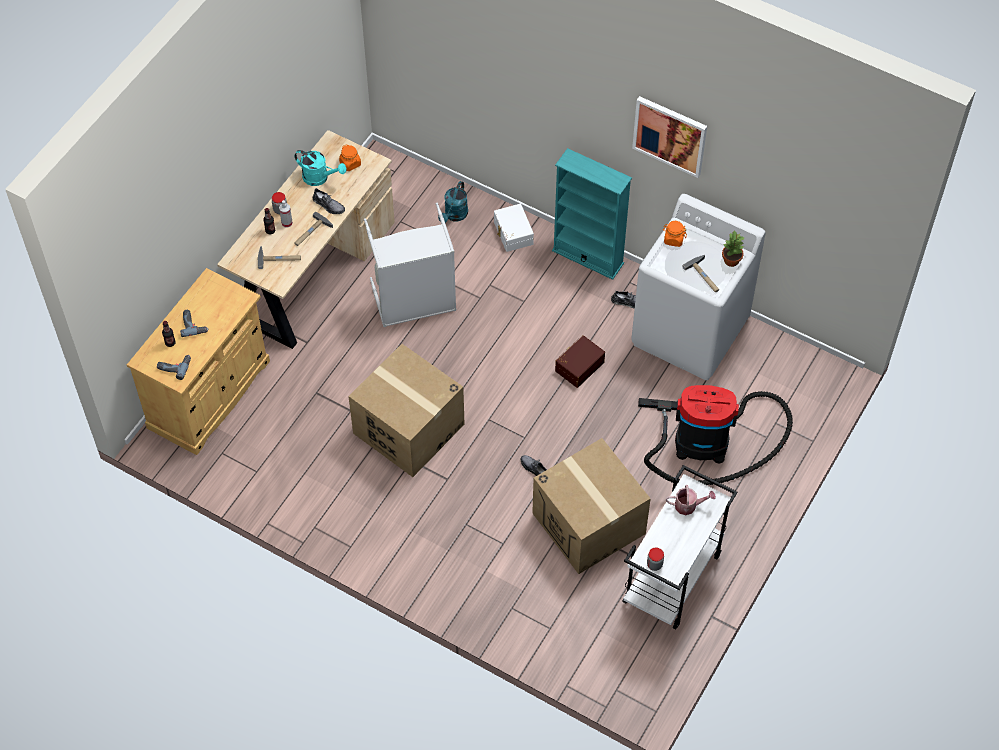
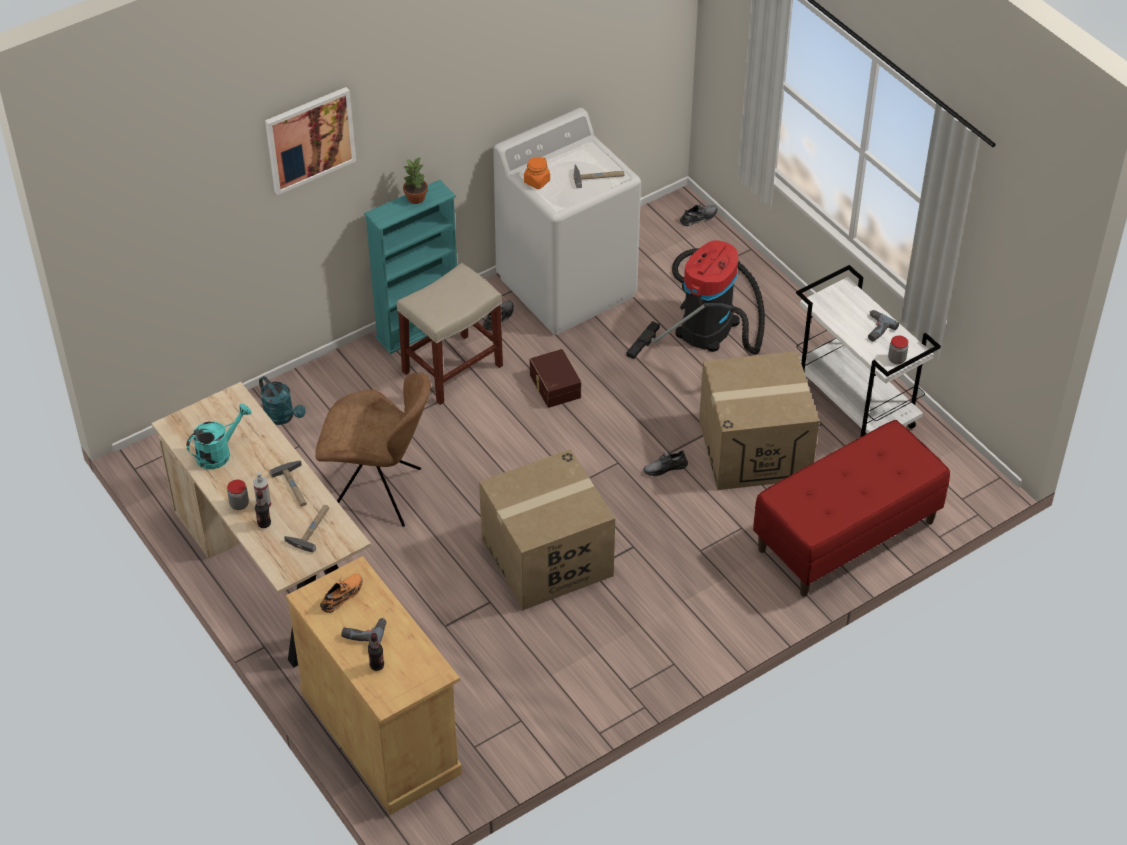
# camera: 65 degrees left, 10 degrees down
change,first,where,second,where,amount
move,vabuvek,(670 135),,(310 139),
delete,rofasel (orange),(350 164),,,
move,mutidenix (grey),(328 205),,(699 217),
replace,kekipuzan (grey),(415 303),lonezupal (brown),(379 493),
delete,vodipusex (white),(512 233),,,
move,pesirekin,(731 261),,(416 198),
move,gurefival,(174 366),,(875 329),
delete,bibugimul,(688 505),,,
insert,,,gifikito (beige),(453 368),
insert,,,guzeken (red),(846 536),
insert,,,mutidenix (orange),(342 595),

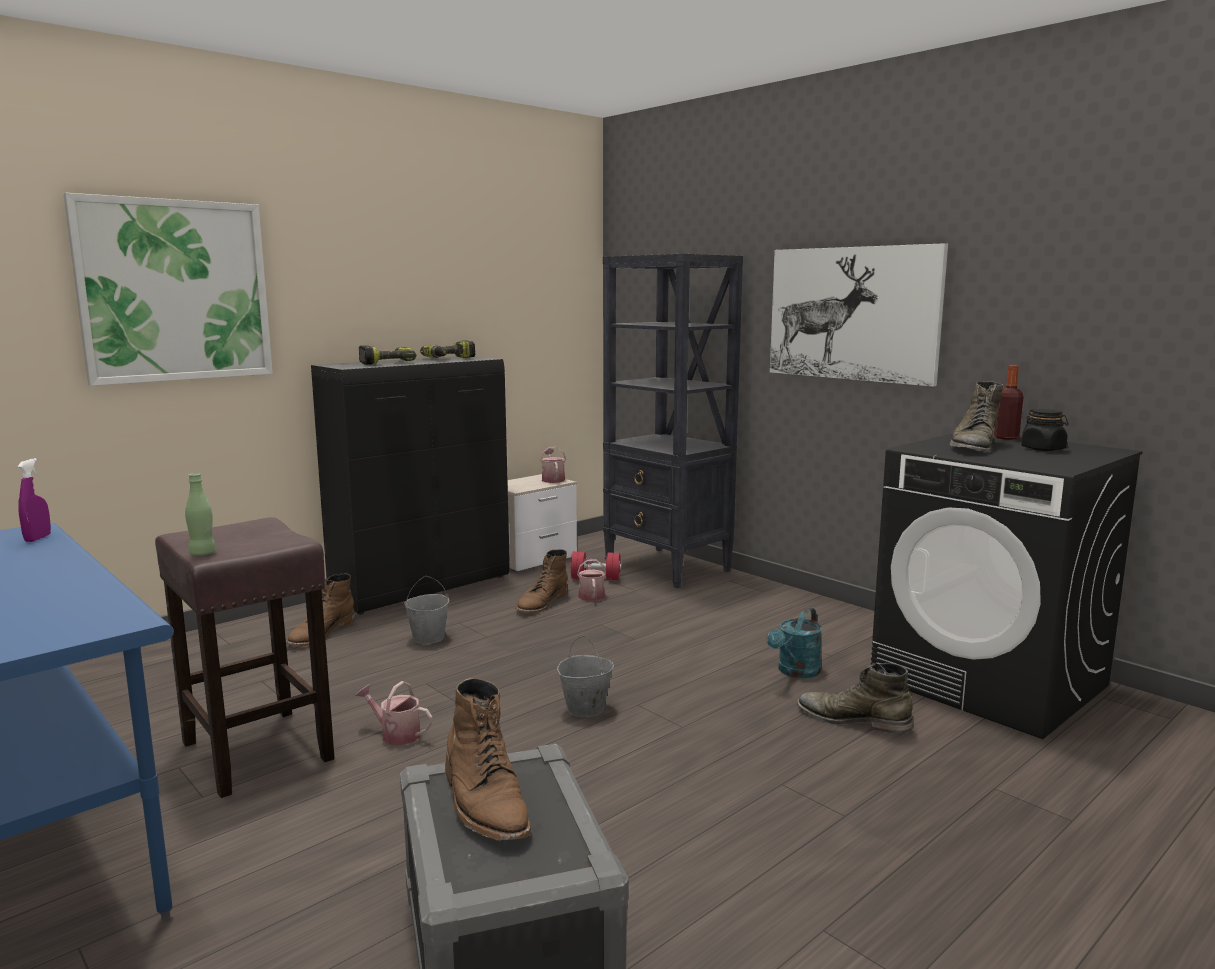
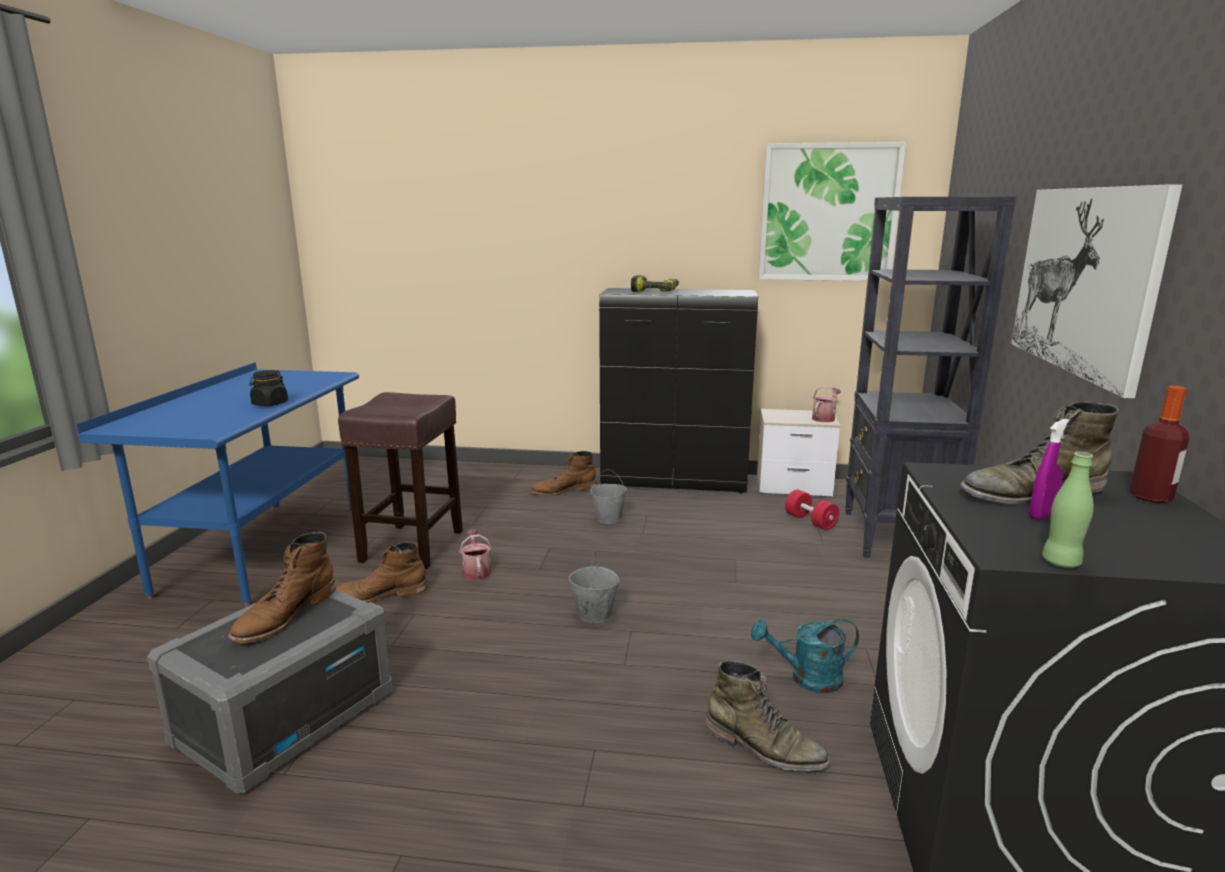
# camera: 50 degrees right, 5 degrees up
change,first,where,second,where,amount
move,vabuvek,(175 291),,(828 213),
delete,gurefival,(450 359),,,
move,rofasel (black),(1043 449),,(270 404),
move,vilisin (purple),(38 538),,(1041 515),
move,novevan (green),(202 553),,(1061 562),
move,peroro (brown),(541 603),,(381 594),
delete,bibugimul,(591 595),,,
rotate,peroro (green),(853 719),,(764 747),135 degrees clockwise

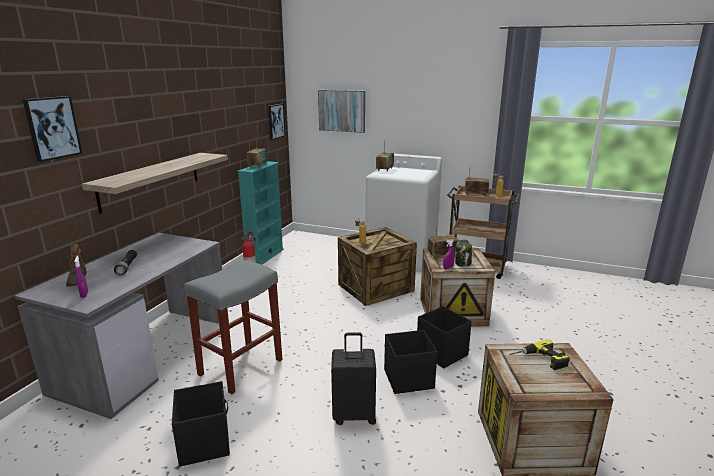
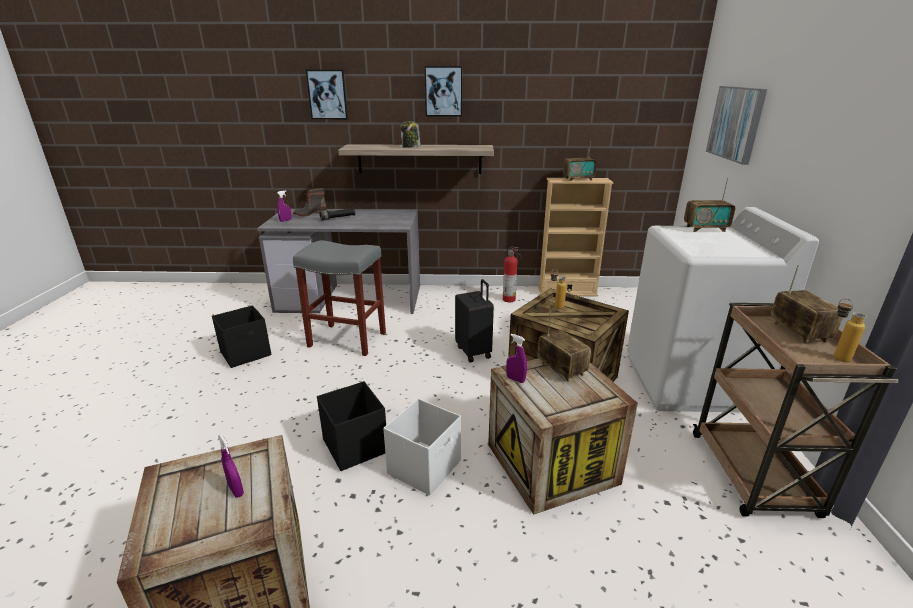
# camera: 70 degrees right, 5 degrees up
change,first,where,second,where,amount
move,vabuvek,(275 121),,(443 91),
recolor,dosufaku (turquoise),(265 256),dosufaku (beige),(567 292),
move,rofasel,(463 263),,(410 147),
recolor,vodipusex (black),(441 353),vodipusex (white),(425 467),
move,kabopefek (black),(354 414),,(474 352),
replace,gurefival,(539 360),vilisin (purple),(236 490),

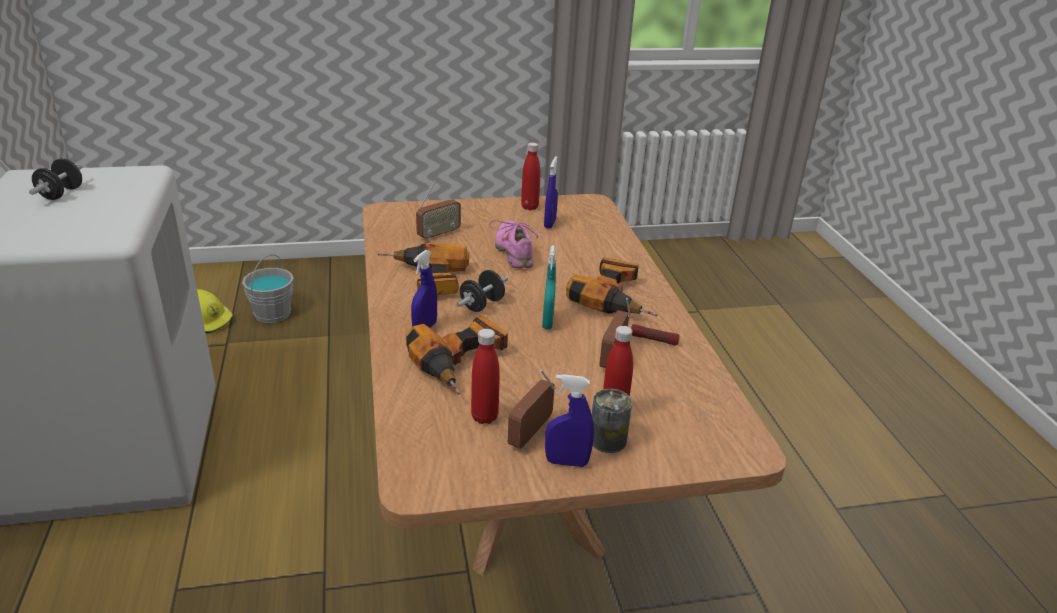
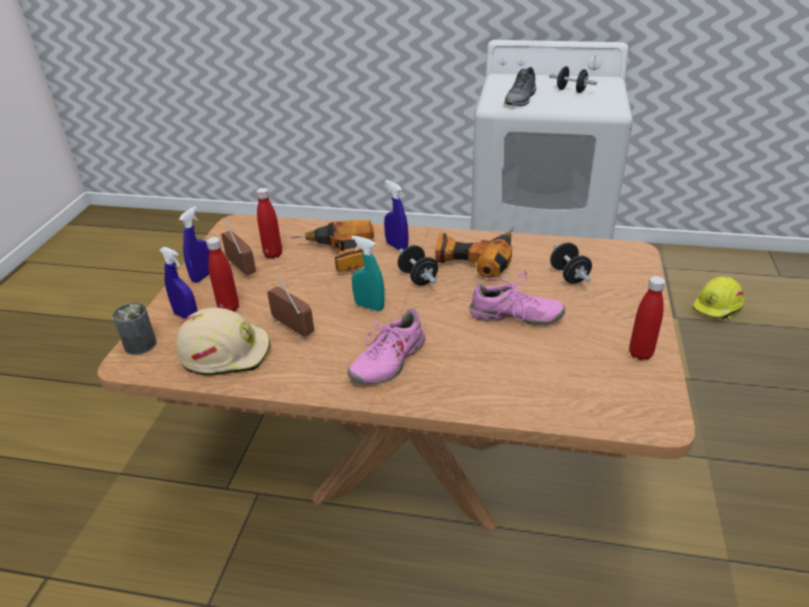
# camera: 115 degrees right, 5 degrees up
change,first,where,second,where,amount
move,vilisin (blue),(550 224),,(186 316),
replace,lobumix,(438 235),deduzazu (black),(569 275),
delete,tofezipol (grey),(273 314),,,
replace,gurefival,(615 298),mutidenix (pink),(388 360),
delete,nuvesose,(654 340),,,
move,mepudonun,(607 440),,(140 344),
insert,,,mutidenix (grey),(521 99),
insert,,,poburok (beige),(225 352),

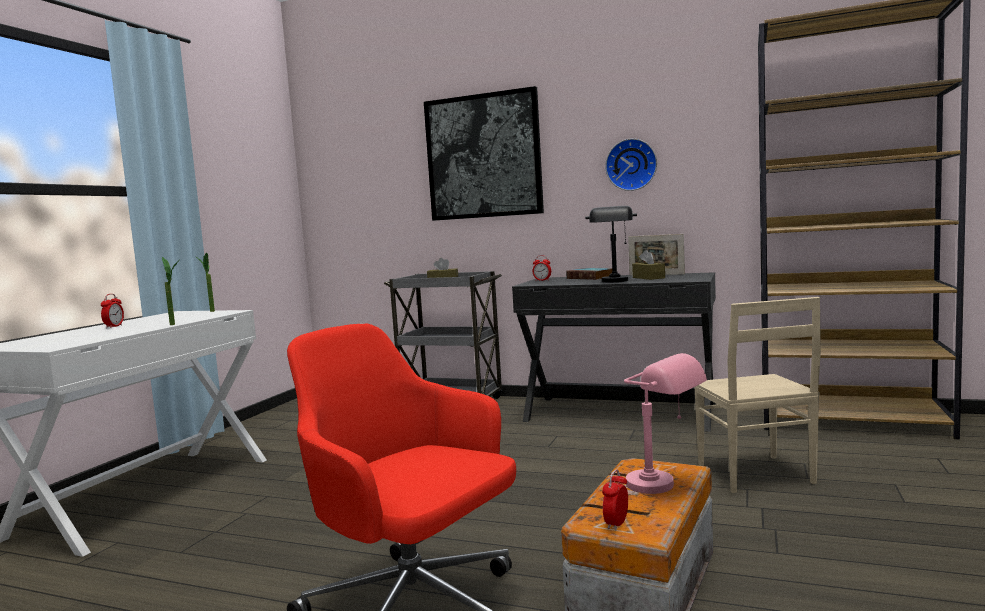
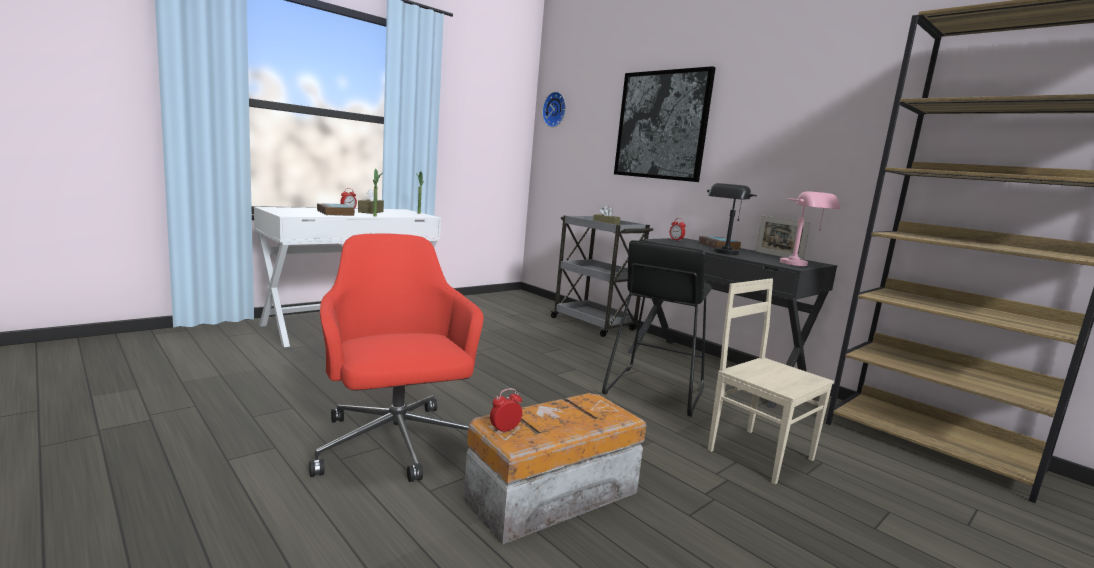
# camera: 25 degrees right, 5 degrees up
change,first,where,second,where,amount
move,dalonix,(631 165),,(556 110),
move,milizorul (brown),(648 278),,(370 212),
rotate,lonezupal (beige),(754 474),,(759 453),120 degrees clockwise
move,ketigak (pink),(665 487),,(801 265),
insert,,,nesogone,(336 213),
insert,,,gifikito (black),(654 390),

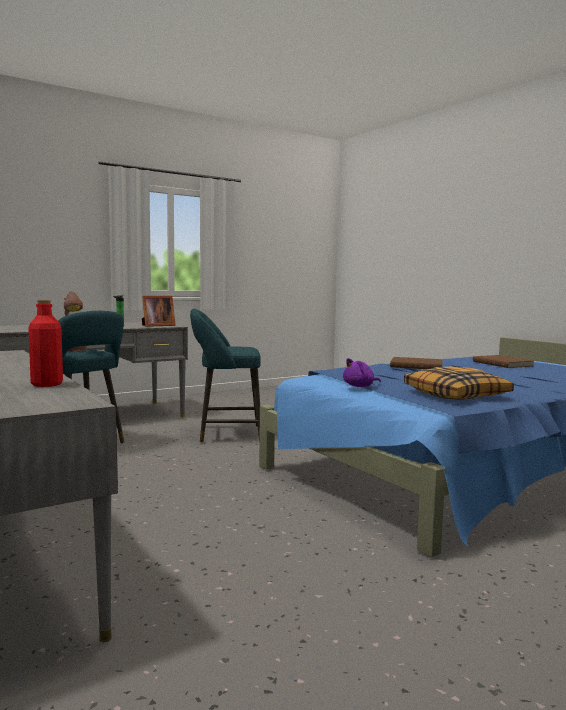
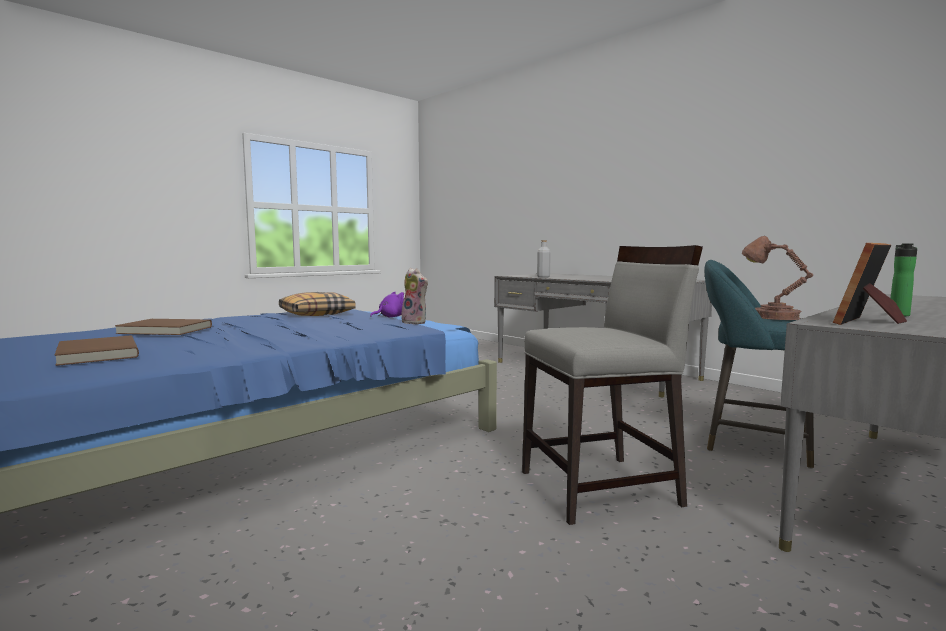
# camera: 170 degrees right, 0 degrees up
change,first,where,second,where,amount
recolor,novevan (red),(47 384),novevan (grey),(543 277),
replace,gifikito (turquoise),(226 434),lonezupal (grey),(601 488),
move,nesogone (brown),(416 366),,(164 330),
insert,,,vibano,(416 322),

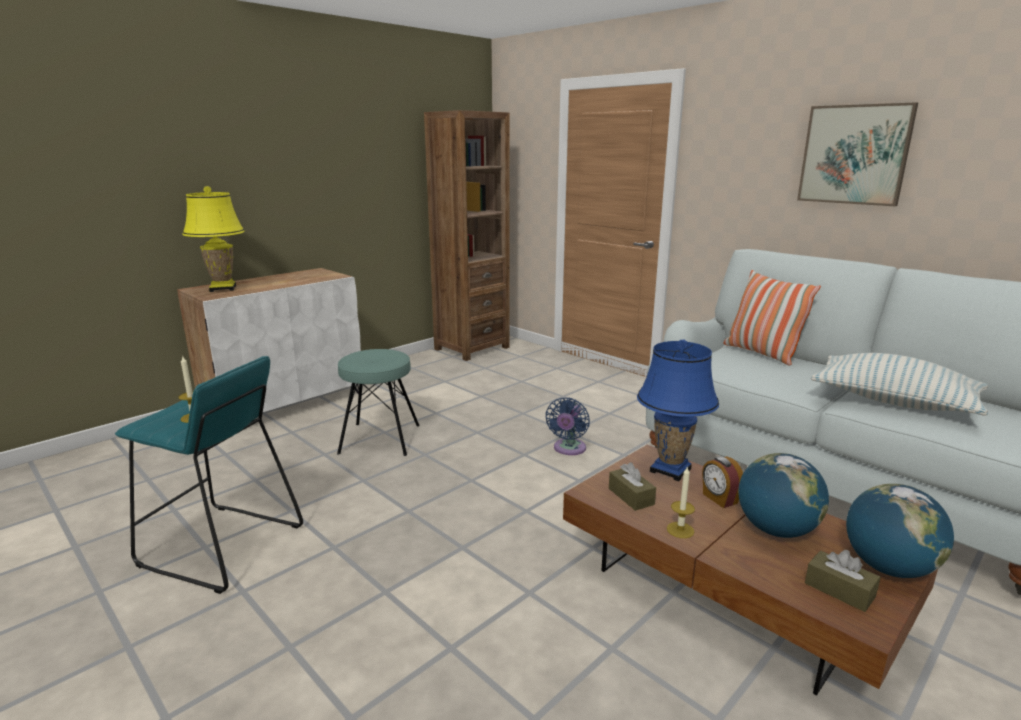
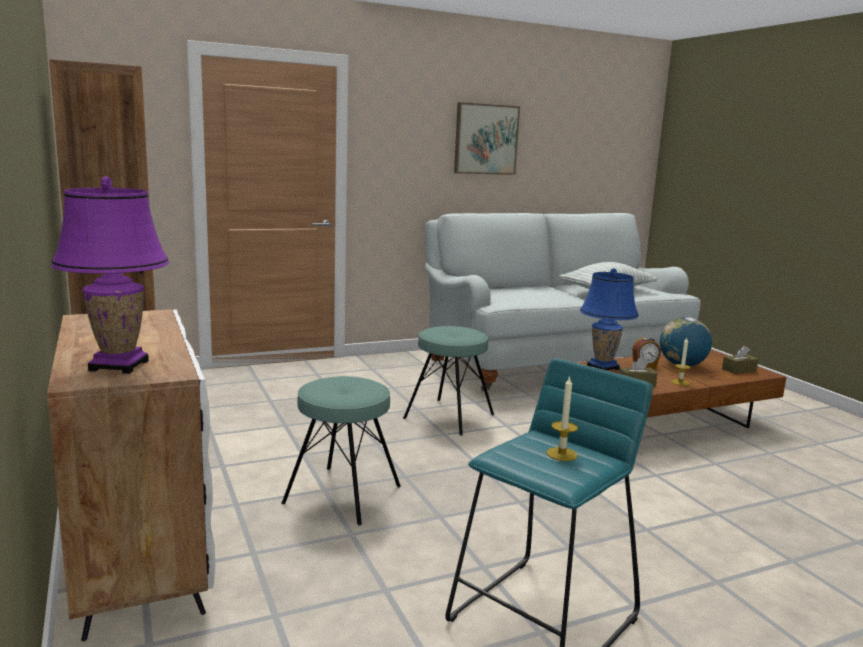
# camera: 70 degrees left, 5 degrees down
change,first,where,second,where,amount
recolor,ketigak (yellow),(223 288),ketigak (purple),(119 365),
delete,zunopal,(761 353),,,
replace,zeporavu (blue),(568 449),gifikito (turquoise),(449 416),
delete,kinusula,(888 567),,,

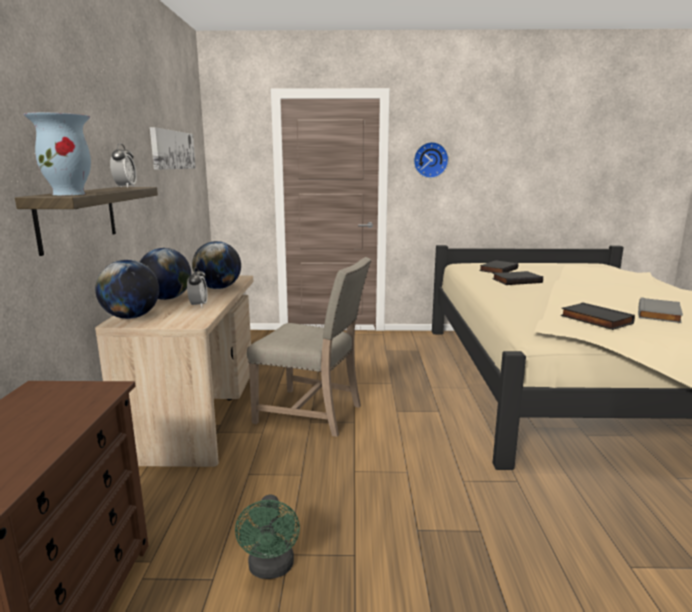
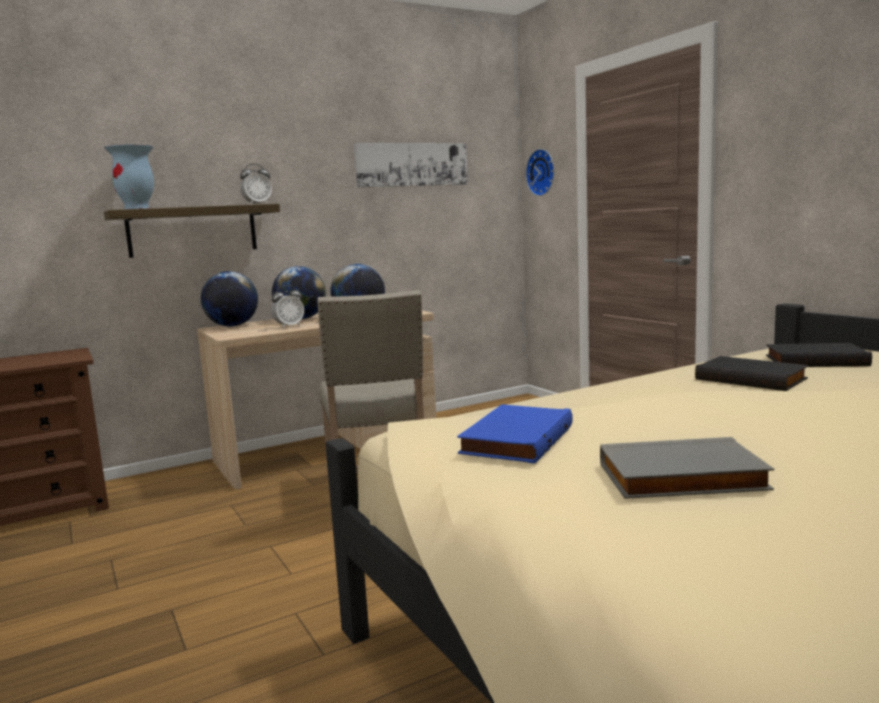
# camera: 60 degrees right, 5 degrees down
change,first,where,second,where,amount
move,dalonix,(430 160),,(542 172),
recolor,nesogone (black),(594 320),nesogone (blue),(515 439),
delete,zeporavu (green),(271 569),,,

